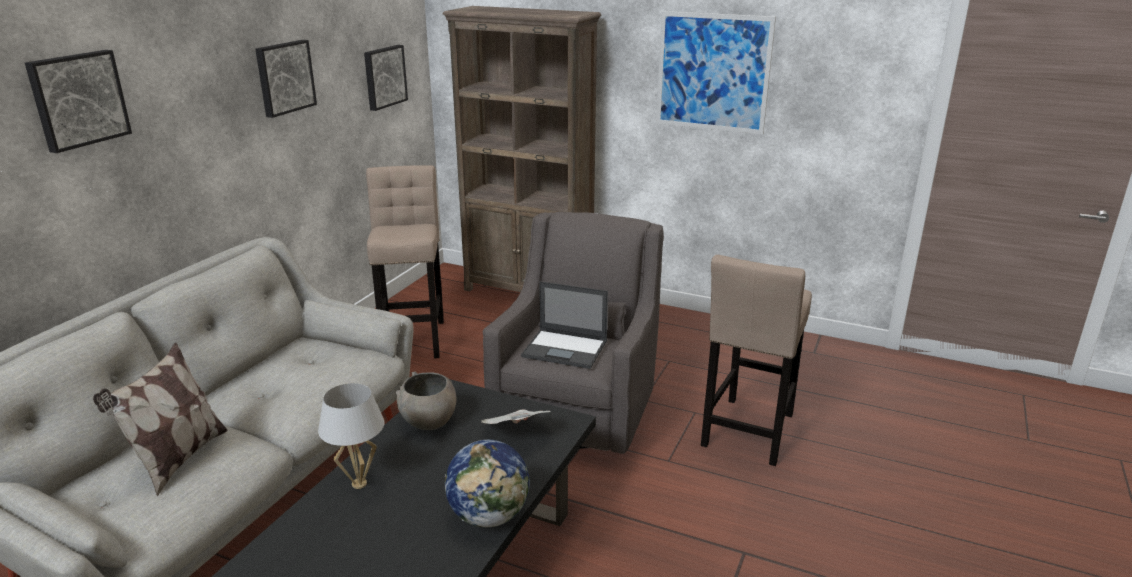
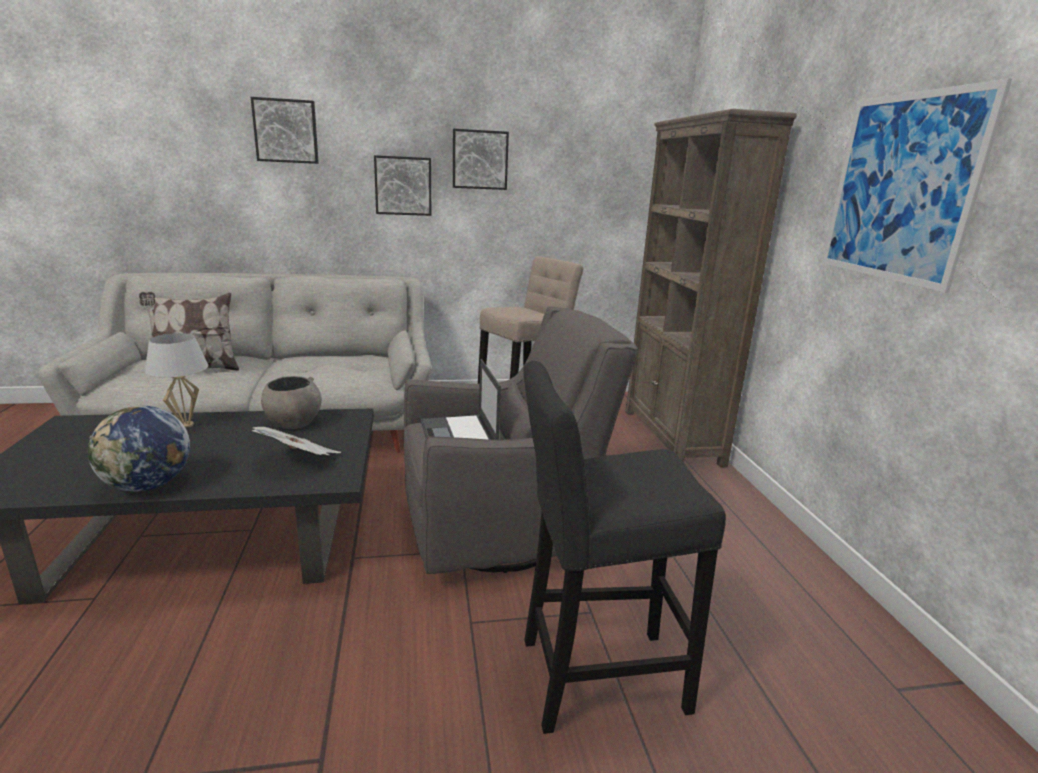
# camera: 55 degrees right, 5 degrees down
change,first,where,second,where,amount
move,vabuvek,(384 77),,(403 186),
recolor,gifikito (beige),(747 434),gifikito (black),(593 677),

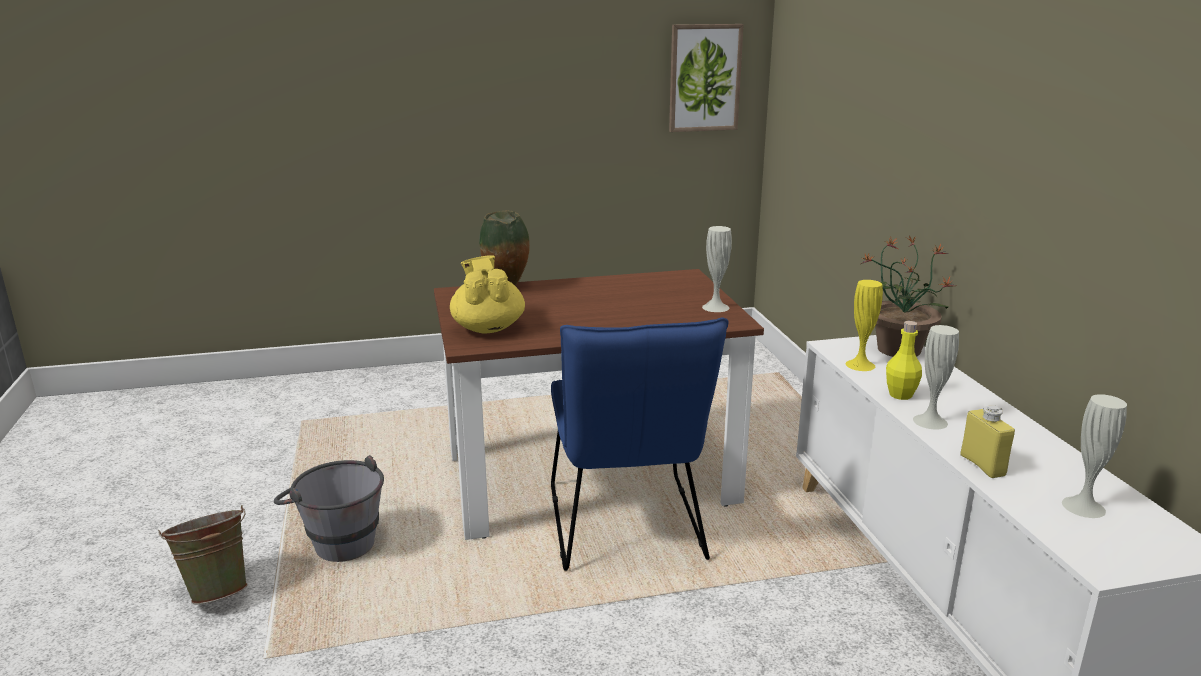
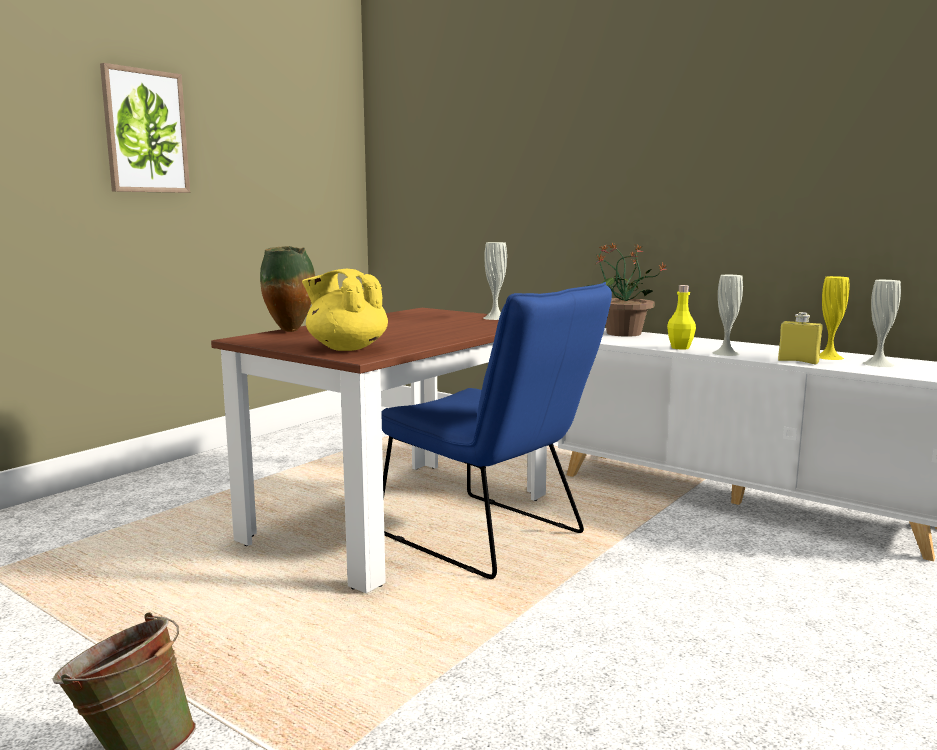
# camera: 40 degrees left, 10 degrees down
change,first,where,second,where,amount
move,vabuvek,(704 78),,(145 131),
move,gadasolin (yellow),(860 365),,(829 357),
delete,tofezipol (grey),(337 540),,,

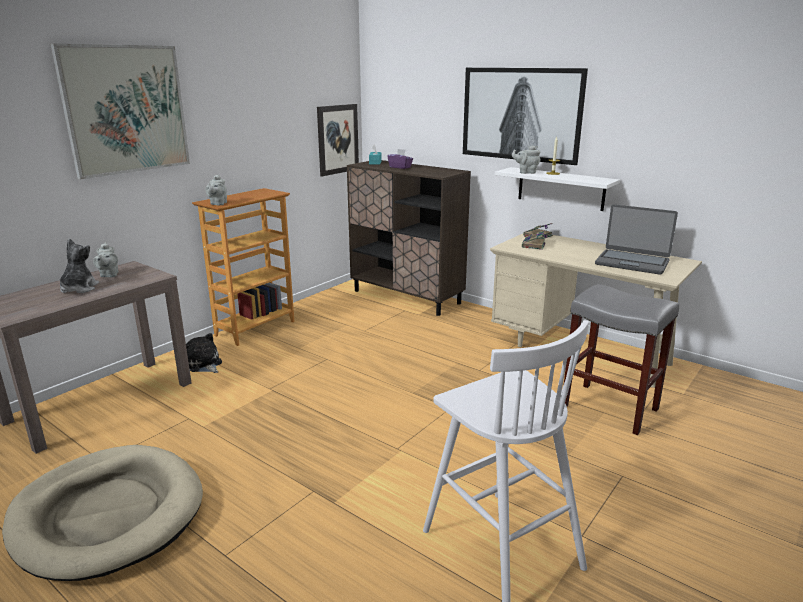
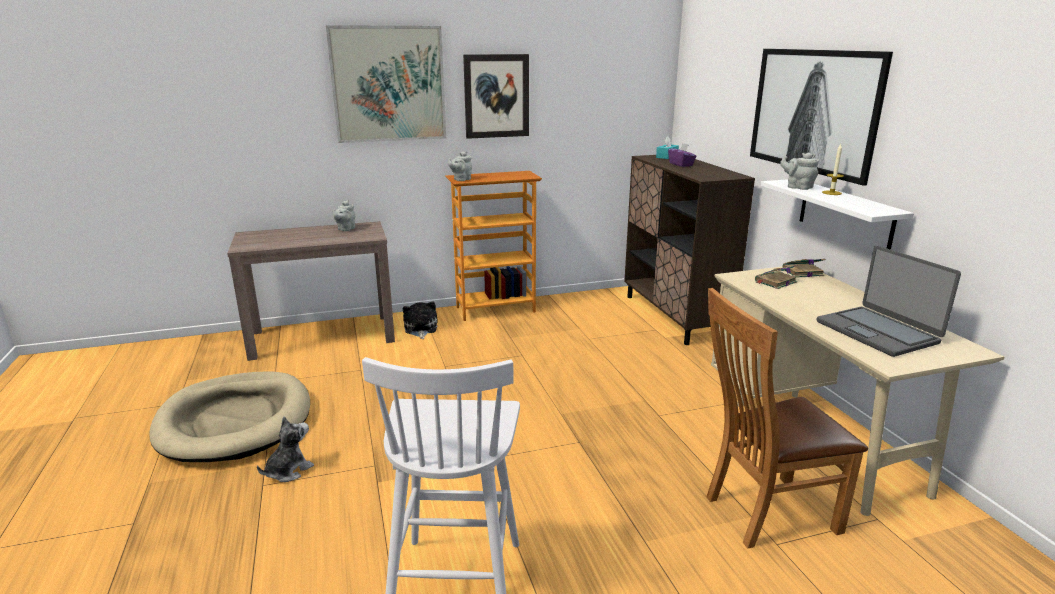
# camera: 35 degrees right, 0 degrees up
change,first,where,second,where,amount
move,vabuvek,(337 139),,(496 96),
move,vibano,(79 289),,(288 471),
replace,gifikito (grey),(608 408),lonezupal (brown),(763 513),

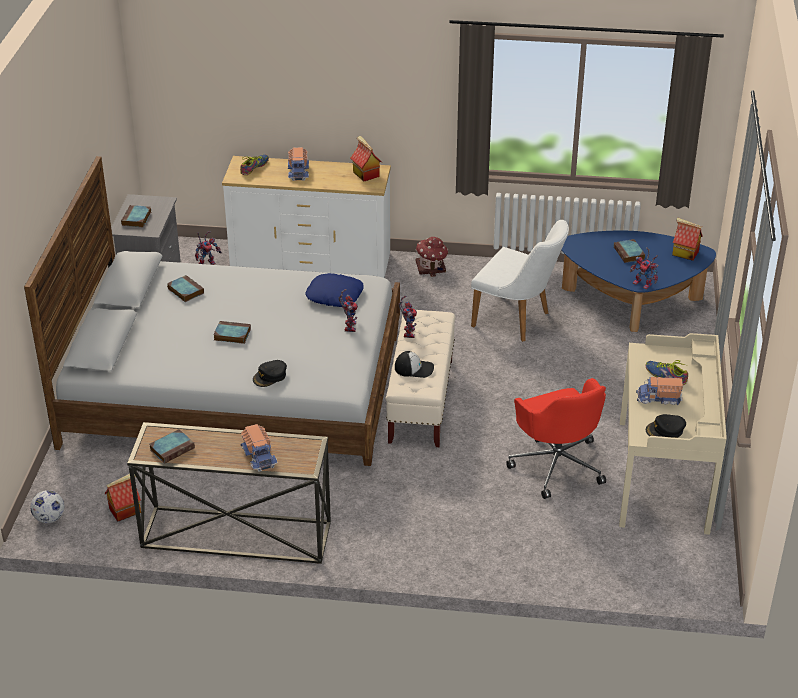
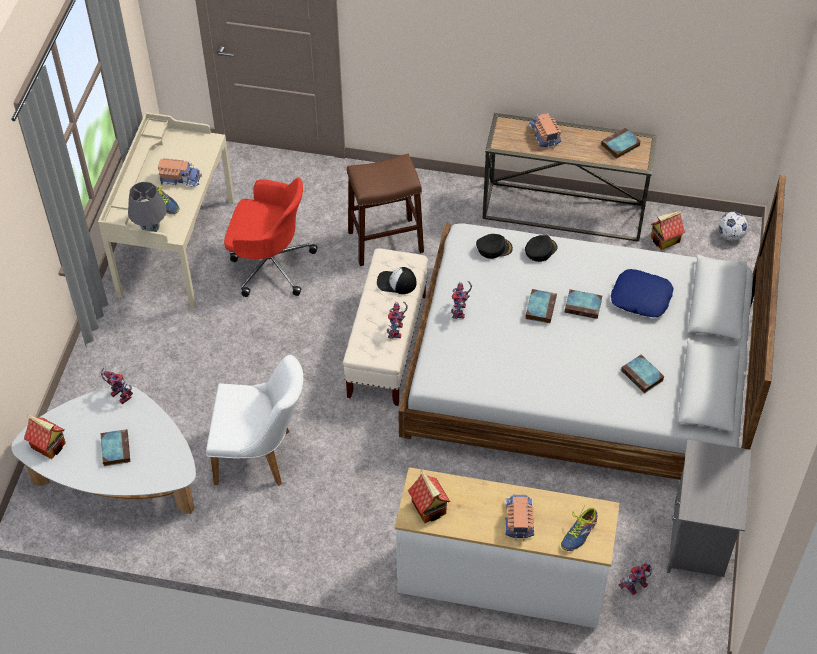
# camera: 175 degrees left, 15 degrees up
change,first,where,second,where,amount
move,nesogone,(136 219),,(540 307),
rotate,lonezupal (white),(517 321),,(261 456),150 degrees clockwise
recolor,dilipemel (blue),(631 302),dilipemel (white),(119 479),
delete,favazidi,(431 267),,,
move,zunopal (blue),(335 295),,(640 298),
rotate,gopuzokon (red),(557 464),,(270 264),120 degrees clockwise
move,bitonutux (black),(665 430),,(494 248),
insert,,,gifikito (brown),(385 241),
insert,,,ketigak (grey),(151 230),

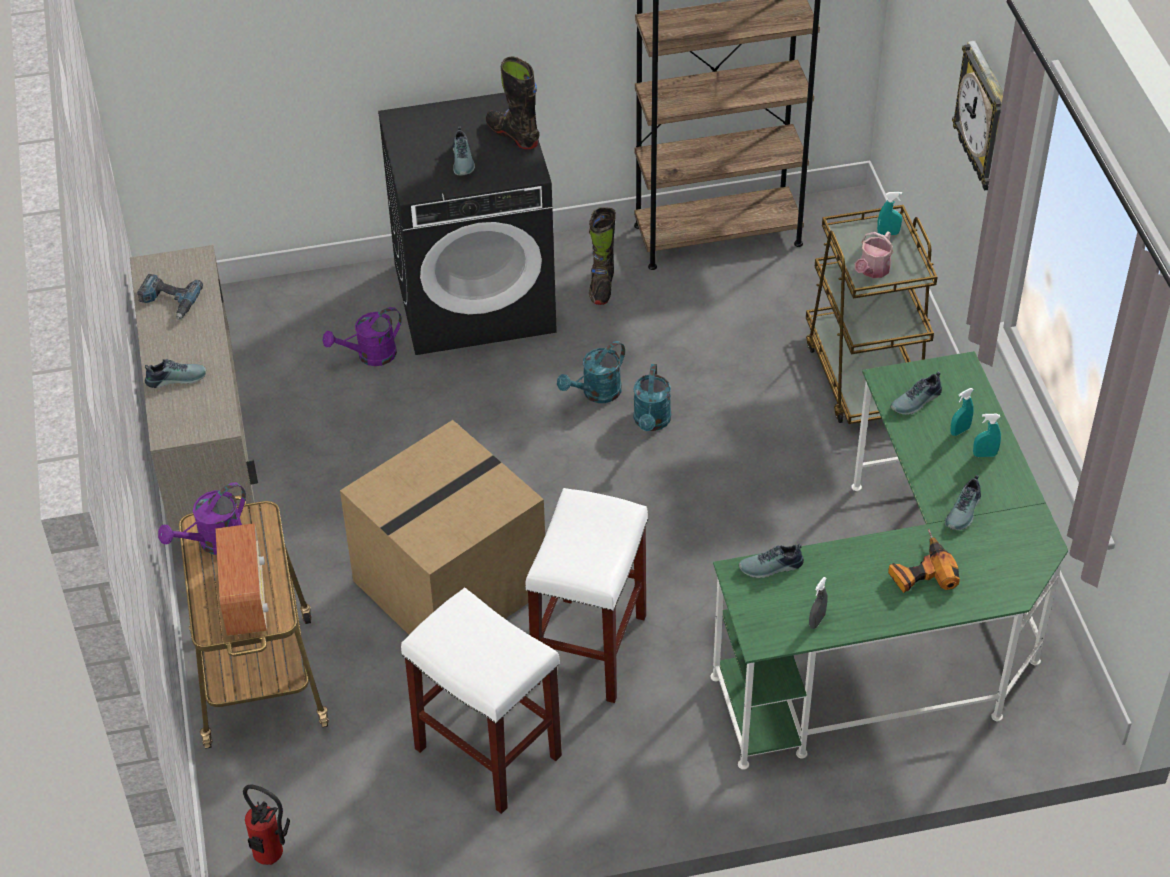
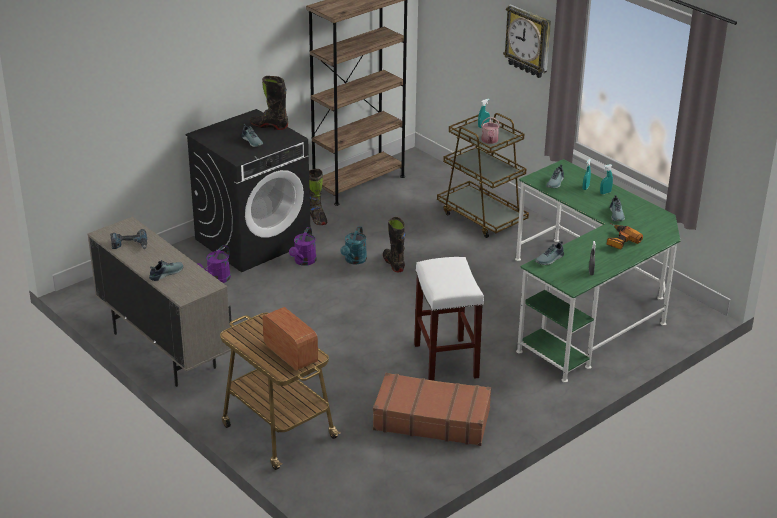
# camera: 30 degrees left, 15 degrees down
change,first,where,second,where,amount
replace,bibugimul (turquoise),(651 422),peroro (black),(393 264),
delete,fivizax,(450 582),,,
move,bibugimul (purple),(214 543),,(303 262),
replace,gifikito (white),(486 752),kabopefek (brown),(431 419),
delete,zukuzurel,(272 859),,,

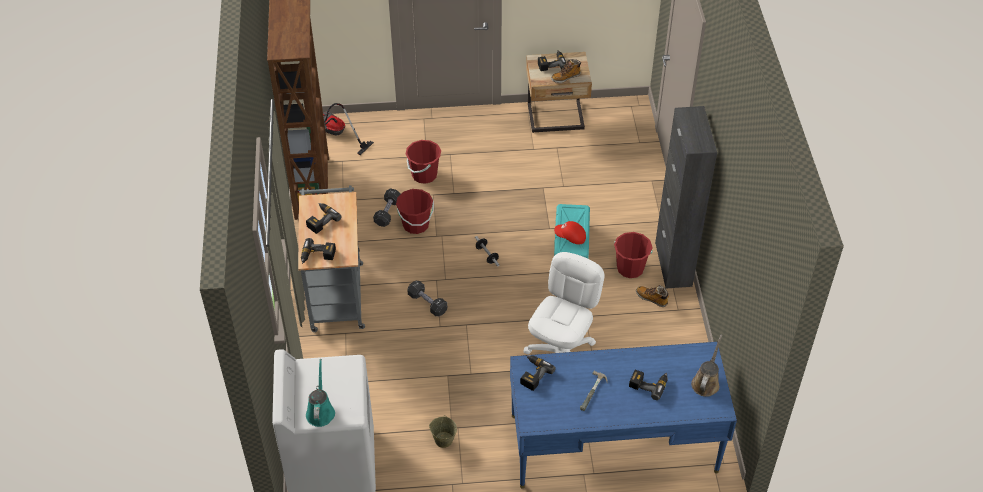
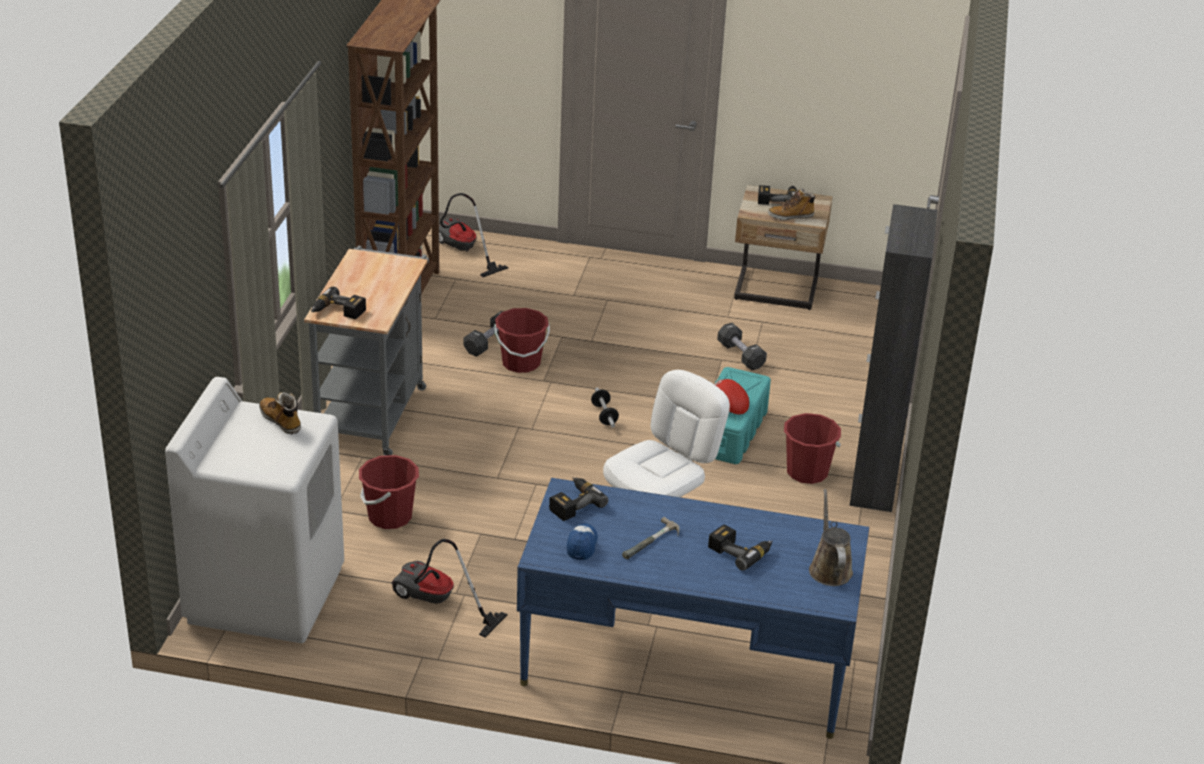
# camera: 15 degrees right, 15 degrees down
change,first,where,second,where,amount
move,tofezipol (red),(424 175),,(389 516),
delete,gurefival,(320 220),,,
move,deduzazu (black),(427 303),,(740 355),
move,peroro,(652 298),,(281 421),
rotate,bibugimul (brown),(706 382),,(829 568),45 degrees counterclockwise
delete,bibugimul (turquoise),(320 411),,,
replace,tofezipol (beige),(443 439),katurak,(436 603),
insert,,,bitonutux,(582 545),

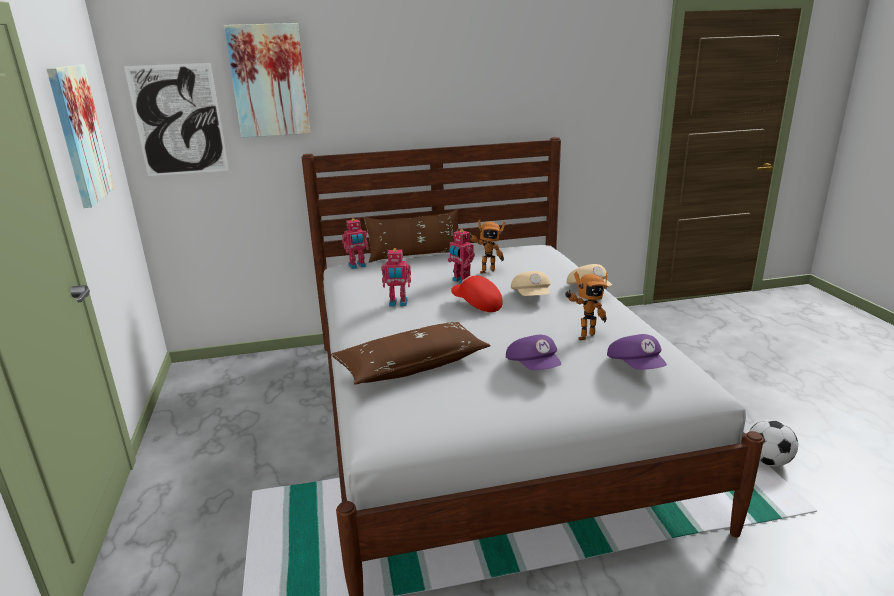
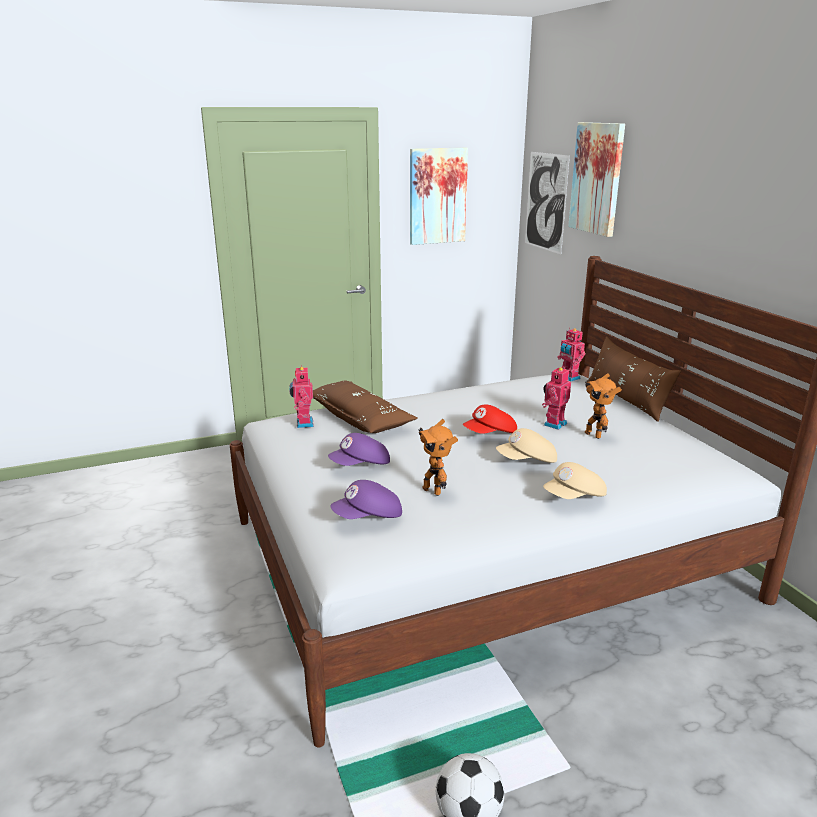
# camera: 80 degrees right, 0 degrees up
change,first,where,second,where,amount
move,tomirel,(398 303),,(303 423),
rotate,bitonutux (red),(476 305),,(490 434),150 degrees counterclockwise

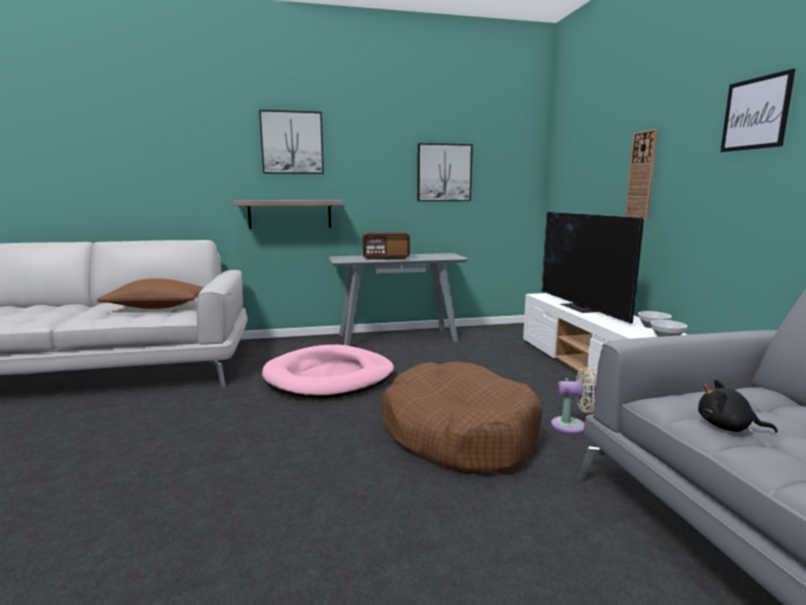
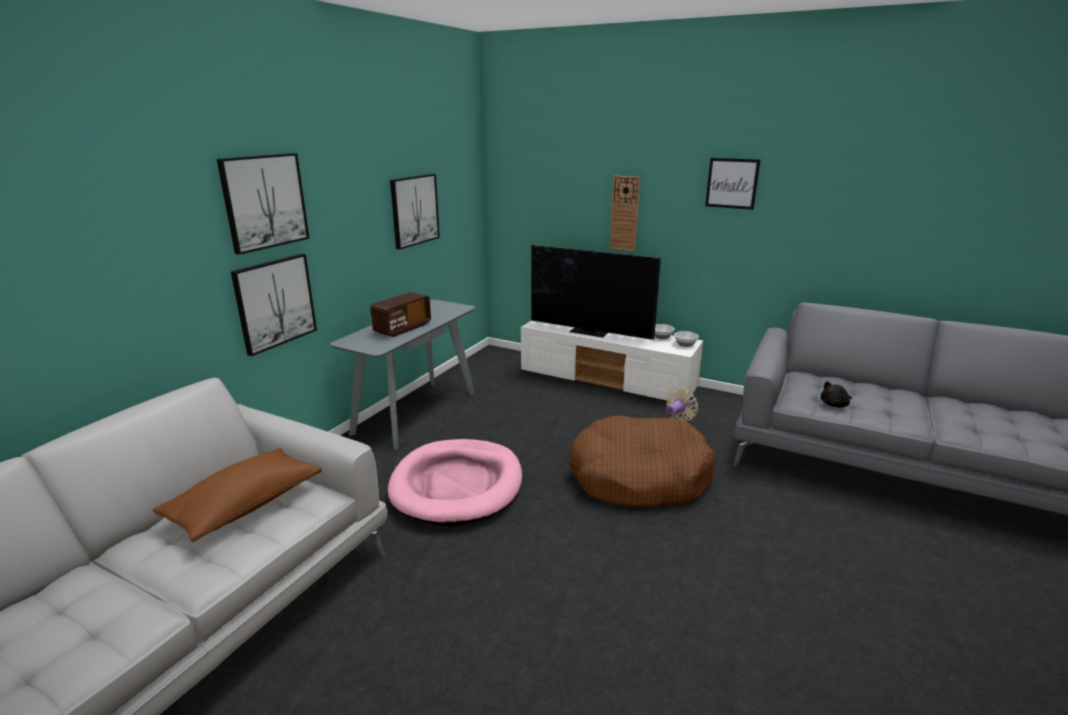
# camera: 50 degrees left, 10 degrees up
change,first,where,second,where,amount
replace,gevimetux,(290 214),vabuvek,(275 302),

